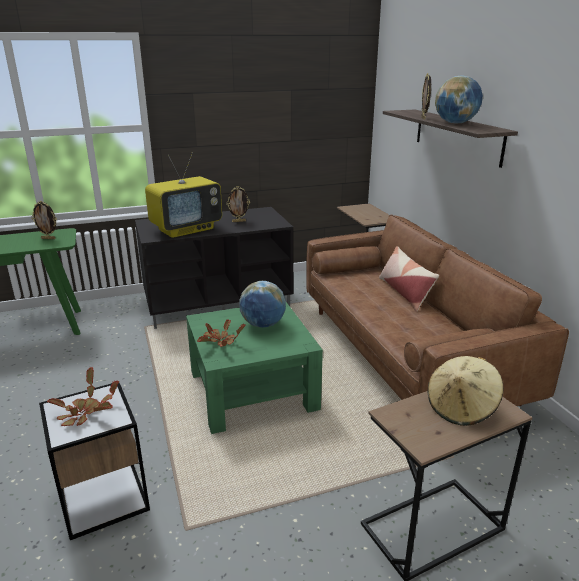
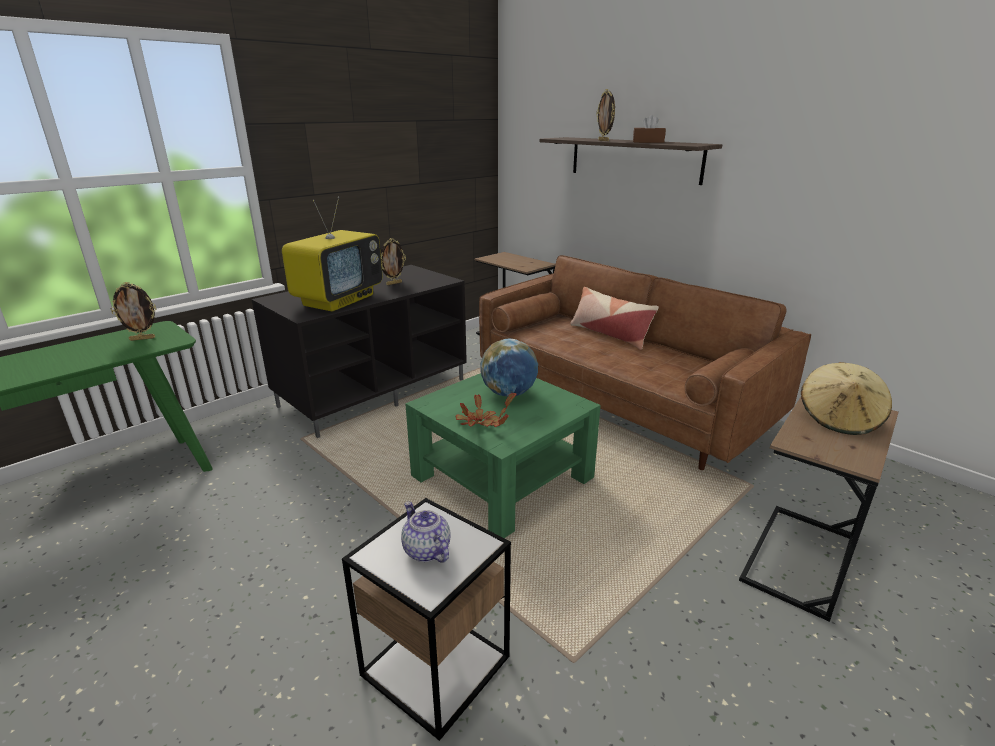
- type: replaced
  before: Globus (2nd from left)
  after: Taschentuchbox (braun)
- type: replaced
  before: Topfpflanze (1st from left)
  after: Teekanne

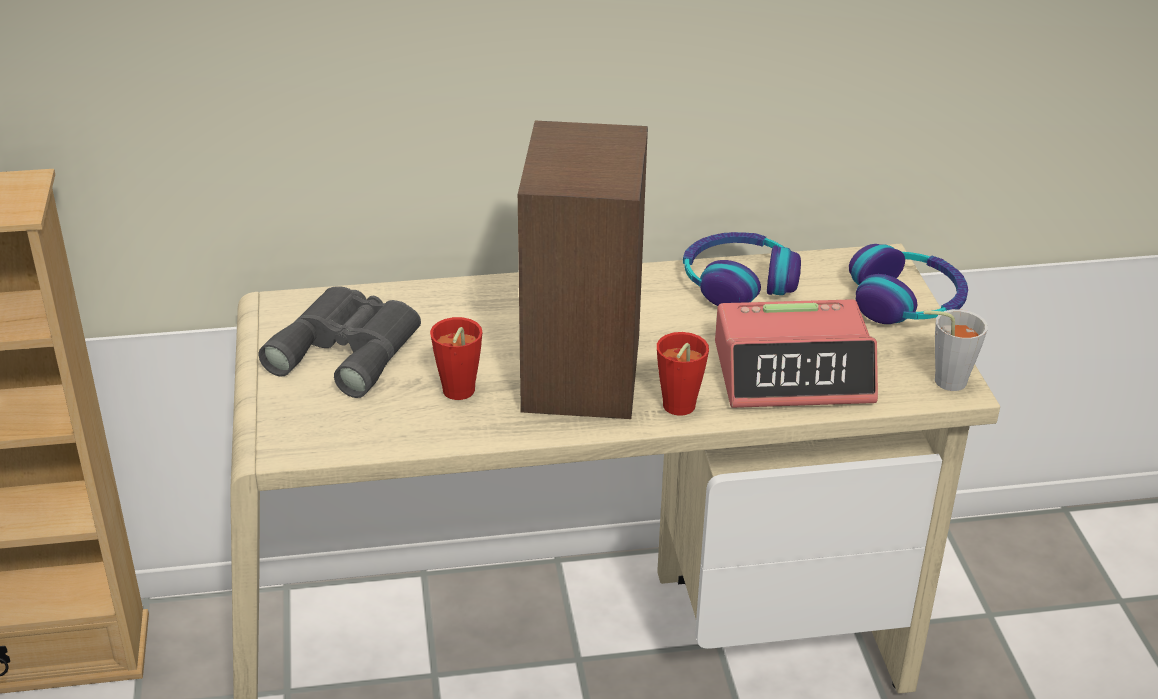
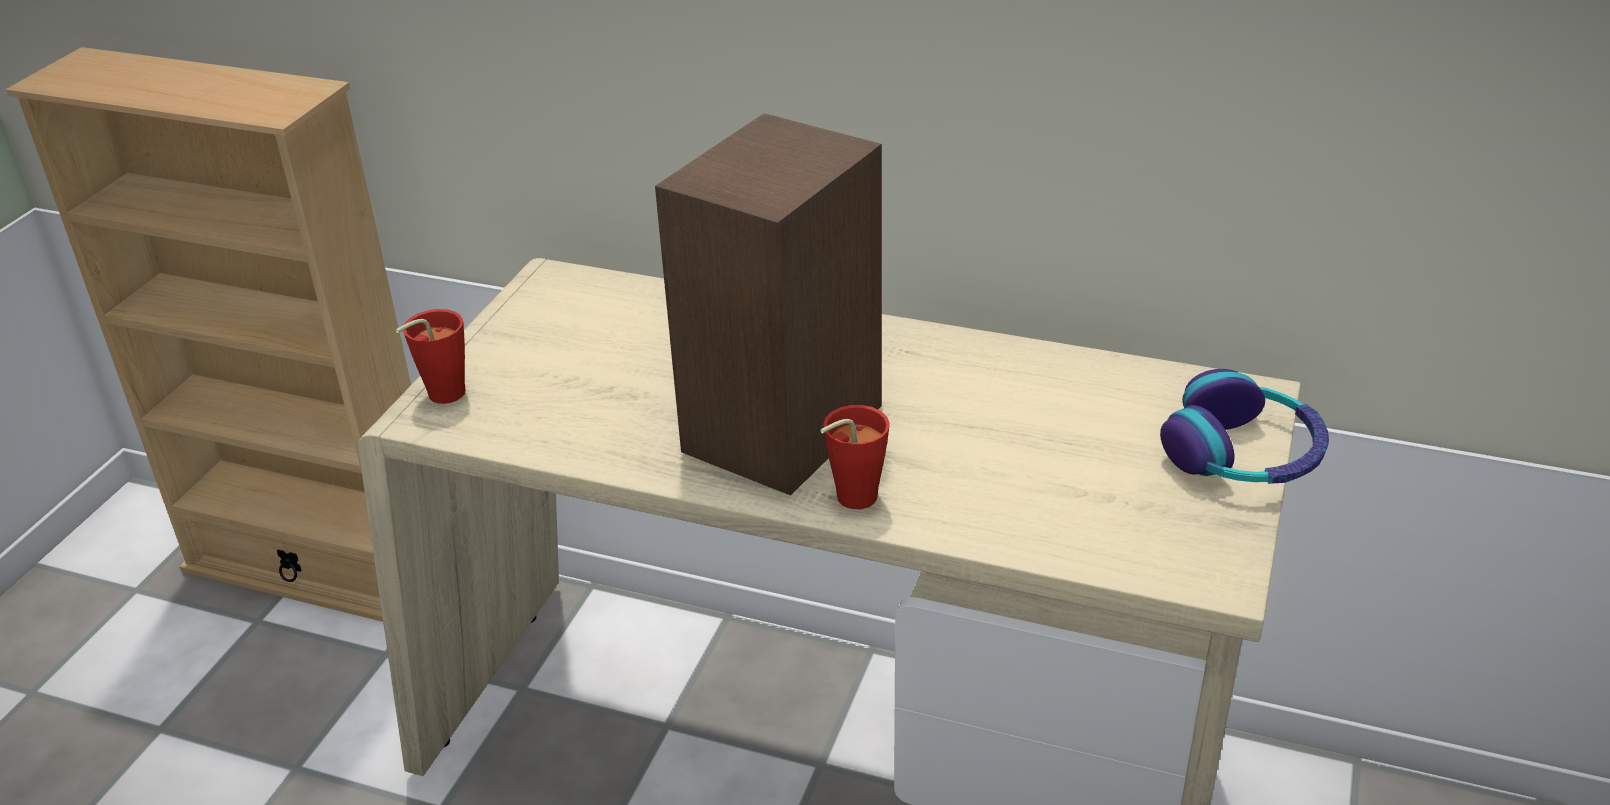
- type: removed
  before: Kopfhörer (1st from left)
- type: removed
  before: Fernglas (grau)
- type: removed
  before: Wecker
- type: removed
  before: Tasse (grau)
- type: moved
  before: Tasse (rot) (1st from left)

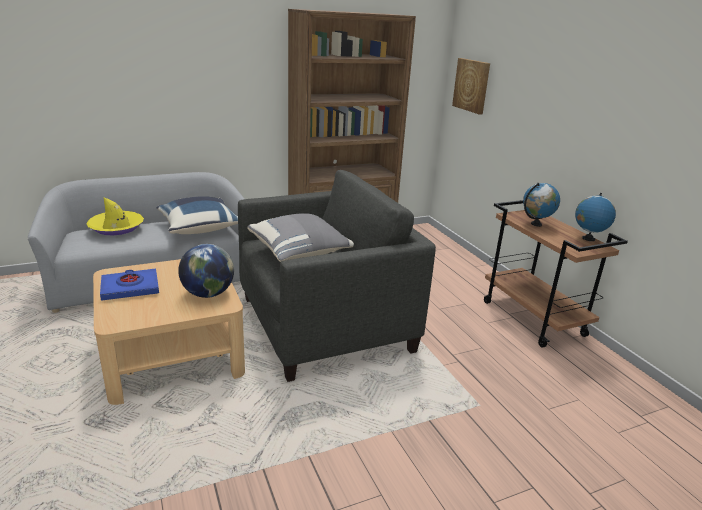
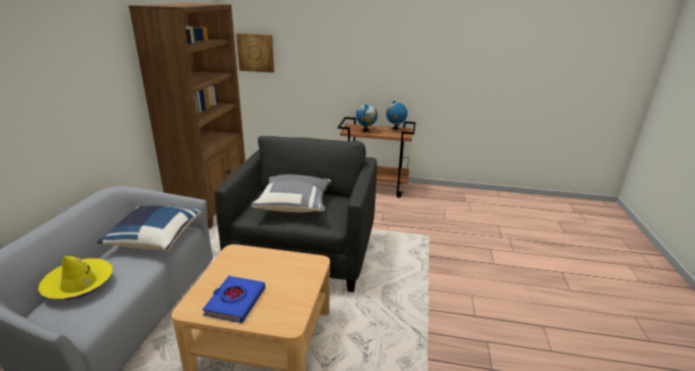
- type: removed
  before: Globus (1st from left)

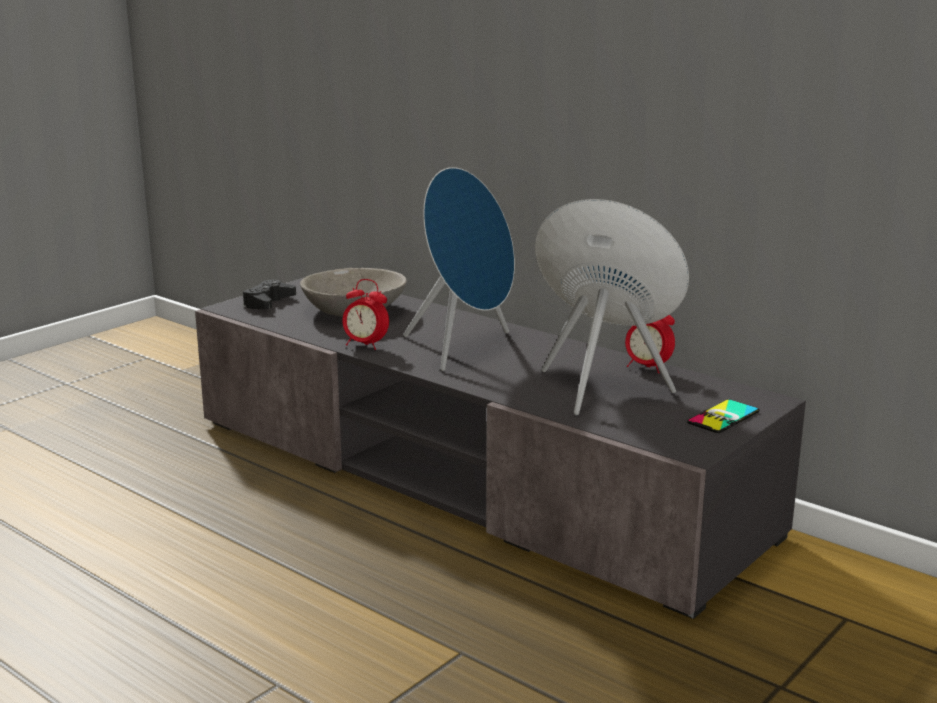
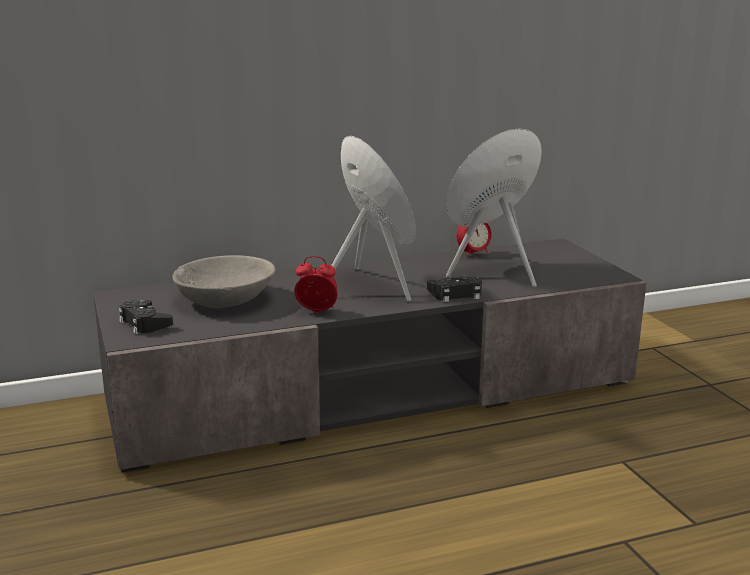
- type: turned
  before: Wecker (1st from left)
  turn: -135
- type: removed
  before: Handy
- type: added
  after: Gamepad (schwarz) (2nd from left)

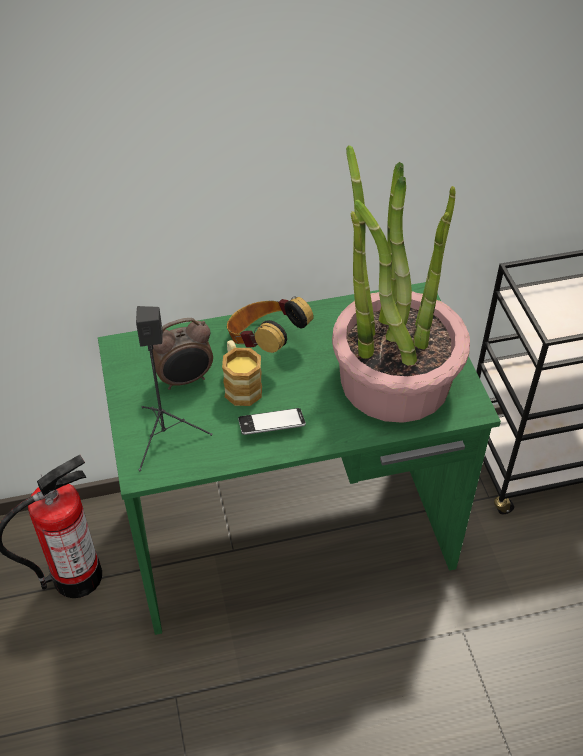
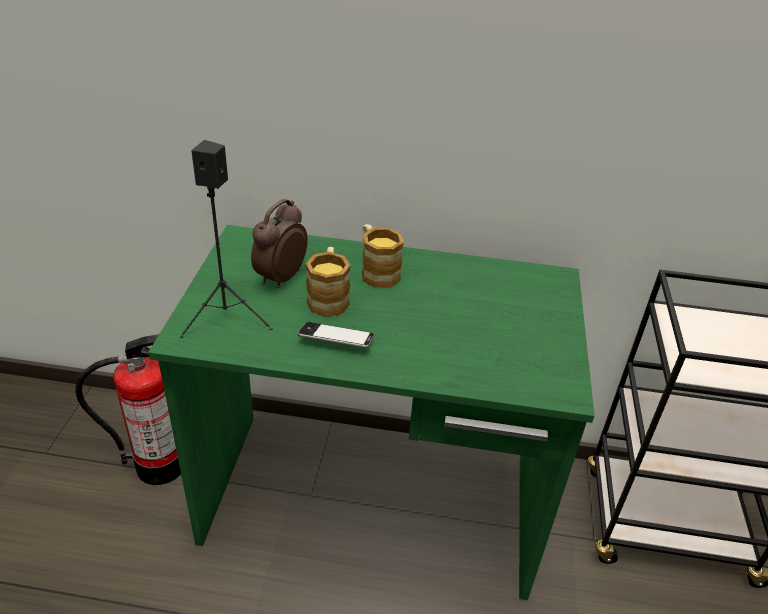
- type: removed
  before: Topfpflanze
- type: replaced
  before: Kopfhörer
  after: Henkelbecher (2nd from left)
- type: turned
  before: Wecker
  turn: 120

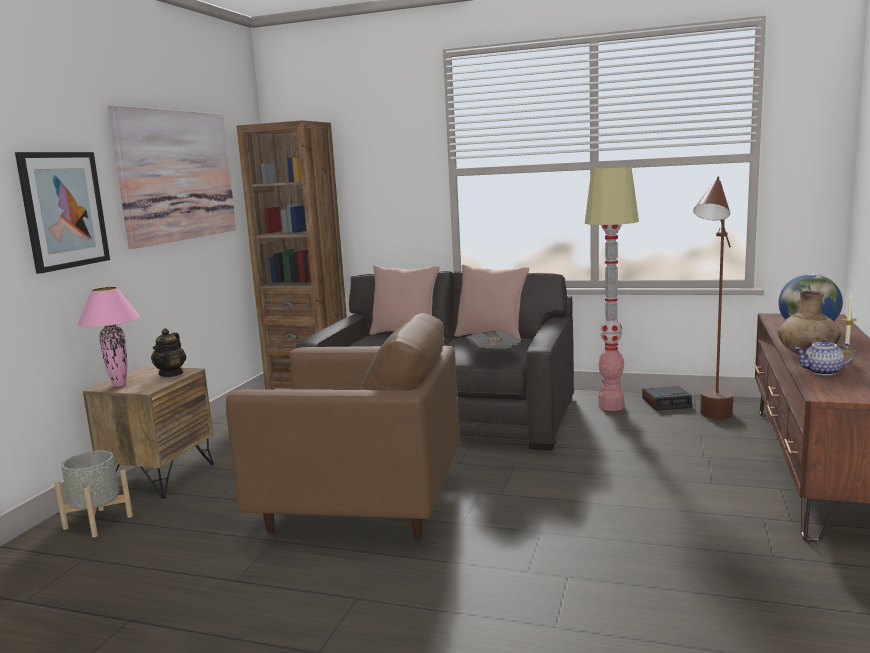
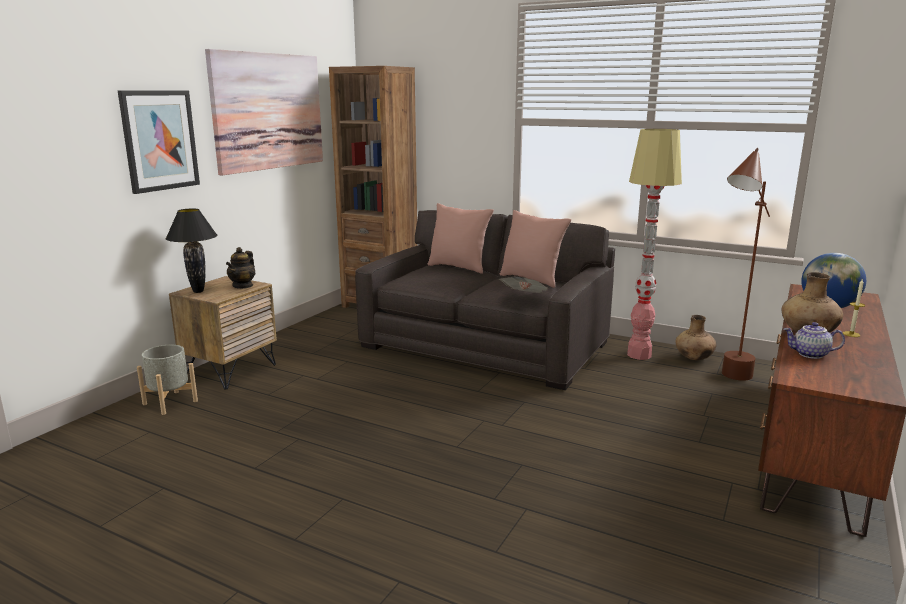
- type: recoloured
  before: Tischlampe (rosa)
  after: Tischlampe (schwarz)
- type: removed
  before: Sessel (braun)
- type: replaced
  before: Wecker
  after: Vase (braun) (1st from left)

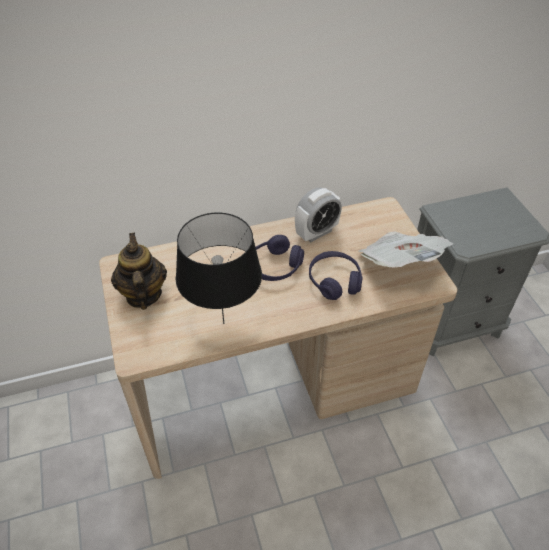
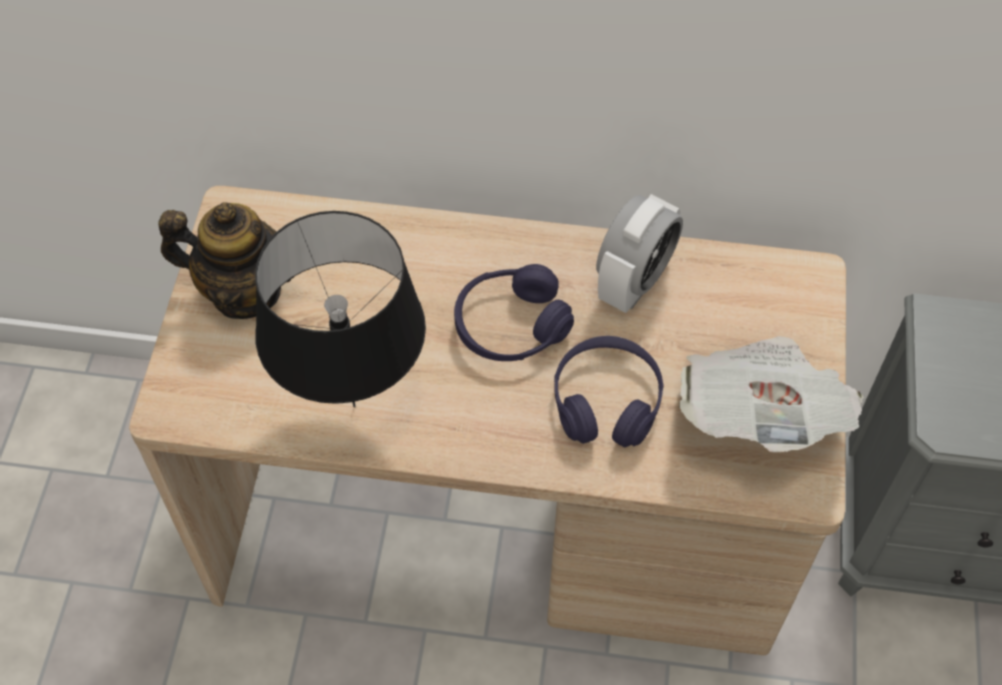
- type: turned
  before: Wecker
  turn: -45
- type: turned
  before: Teekanne
  turn: 90

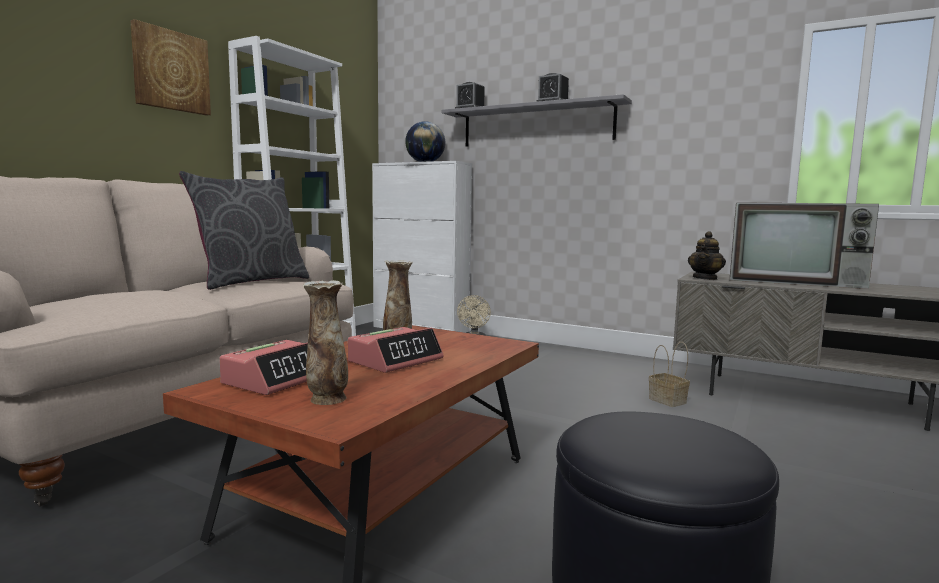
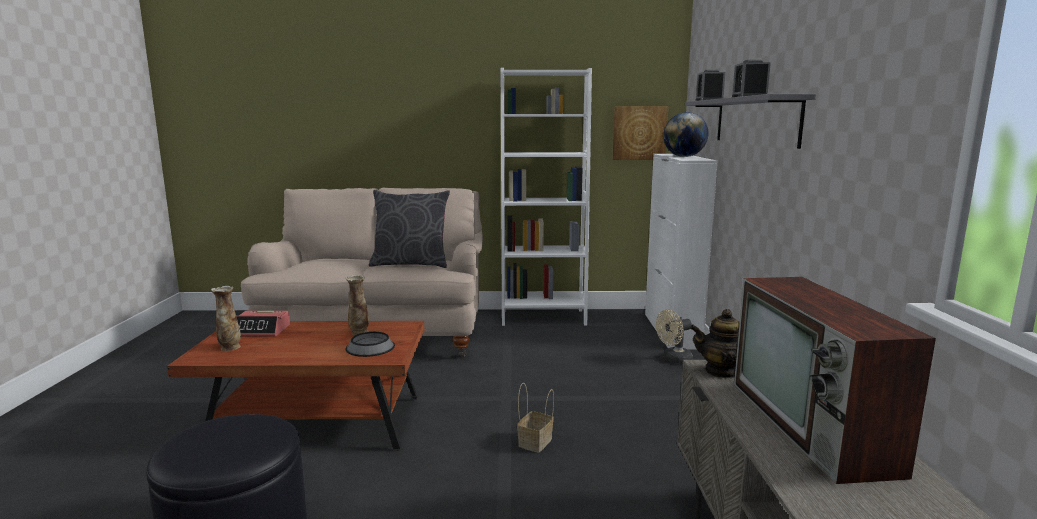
- type: moved
  before: Bild
- type: removed
  before: Wecker (2nd from left)
- type: moved
  before: Korb
- type: added
  after: Schüssel

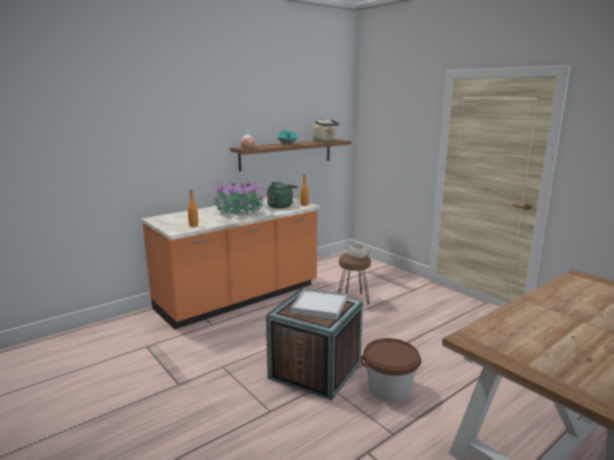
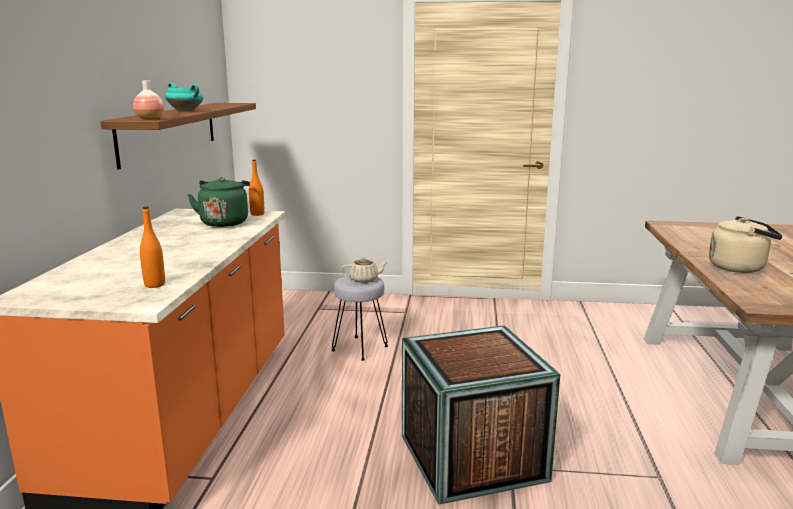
- type: moved
  before: Wasserkessel (beige)
- type: removed
  before: Topfpflanze
- type: recoloured
  before: Hocker (braun)
  after: Hocker (grau)
- type: removed
  before: Tablett (weiß)
- type: removed
  before: Eimer (braun)

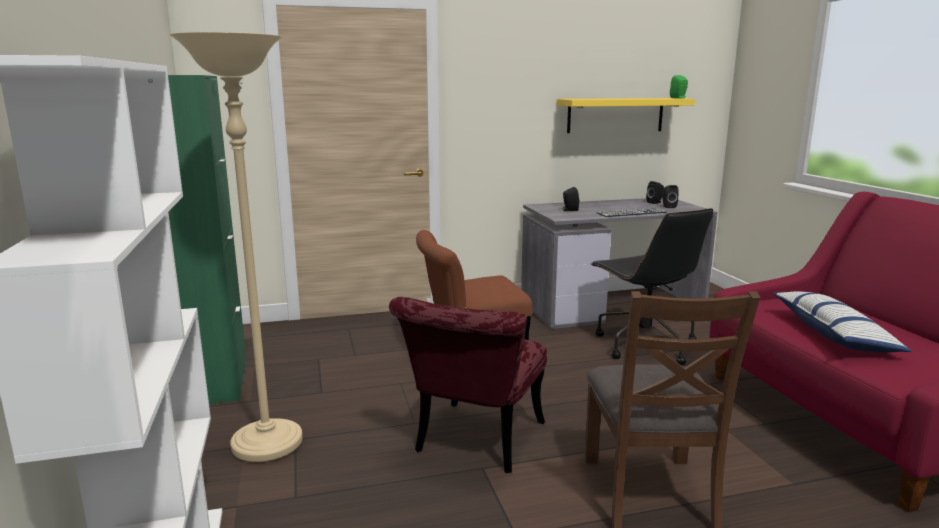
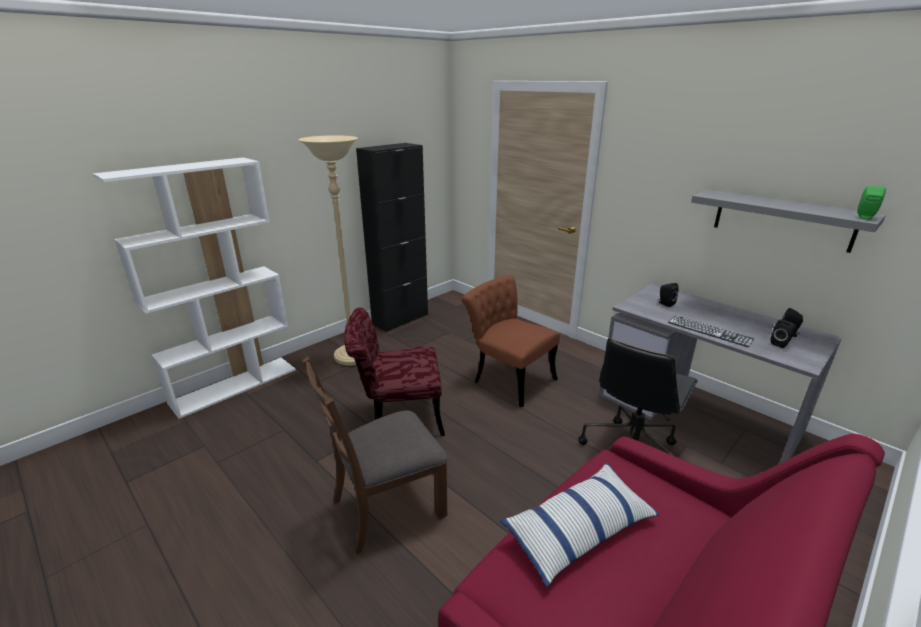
- type: recoloured
  before: Schrank (grün)
  after: Schrank (schwarz)
- type: recoloured
  before: Wandregal (gelb)
  after: Wandregal (grau)

